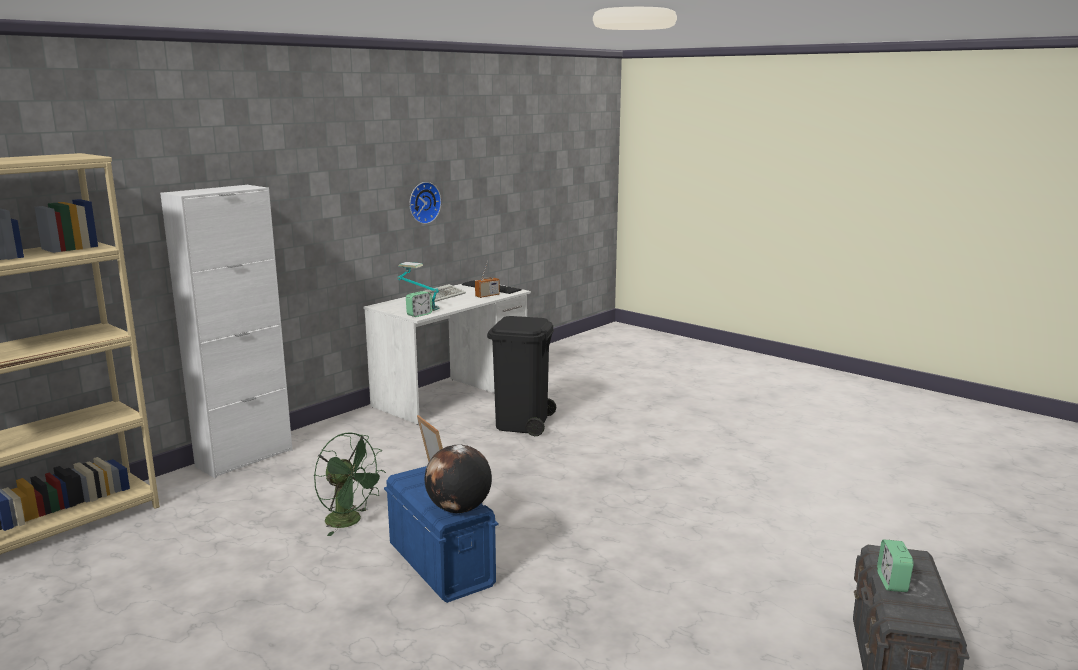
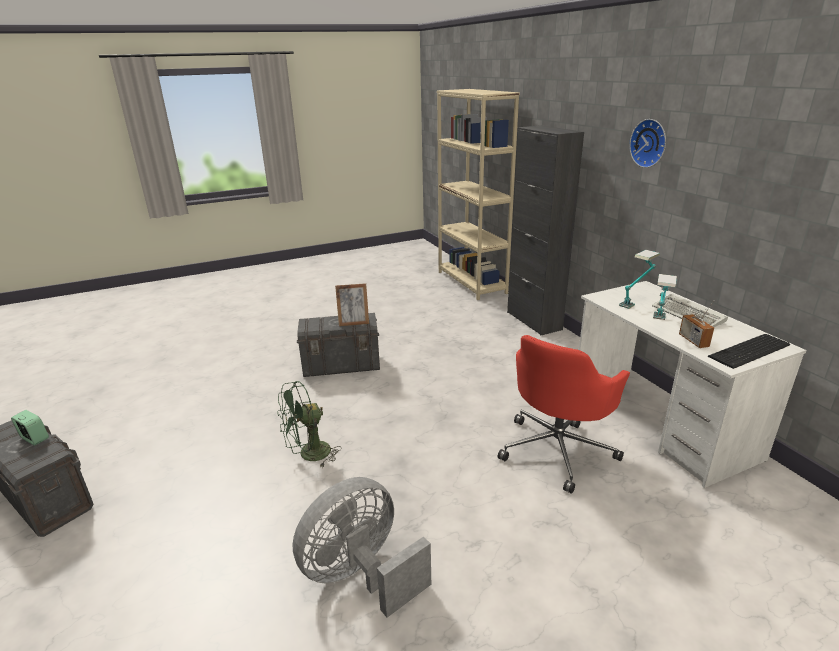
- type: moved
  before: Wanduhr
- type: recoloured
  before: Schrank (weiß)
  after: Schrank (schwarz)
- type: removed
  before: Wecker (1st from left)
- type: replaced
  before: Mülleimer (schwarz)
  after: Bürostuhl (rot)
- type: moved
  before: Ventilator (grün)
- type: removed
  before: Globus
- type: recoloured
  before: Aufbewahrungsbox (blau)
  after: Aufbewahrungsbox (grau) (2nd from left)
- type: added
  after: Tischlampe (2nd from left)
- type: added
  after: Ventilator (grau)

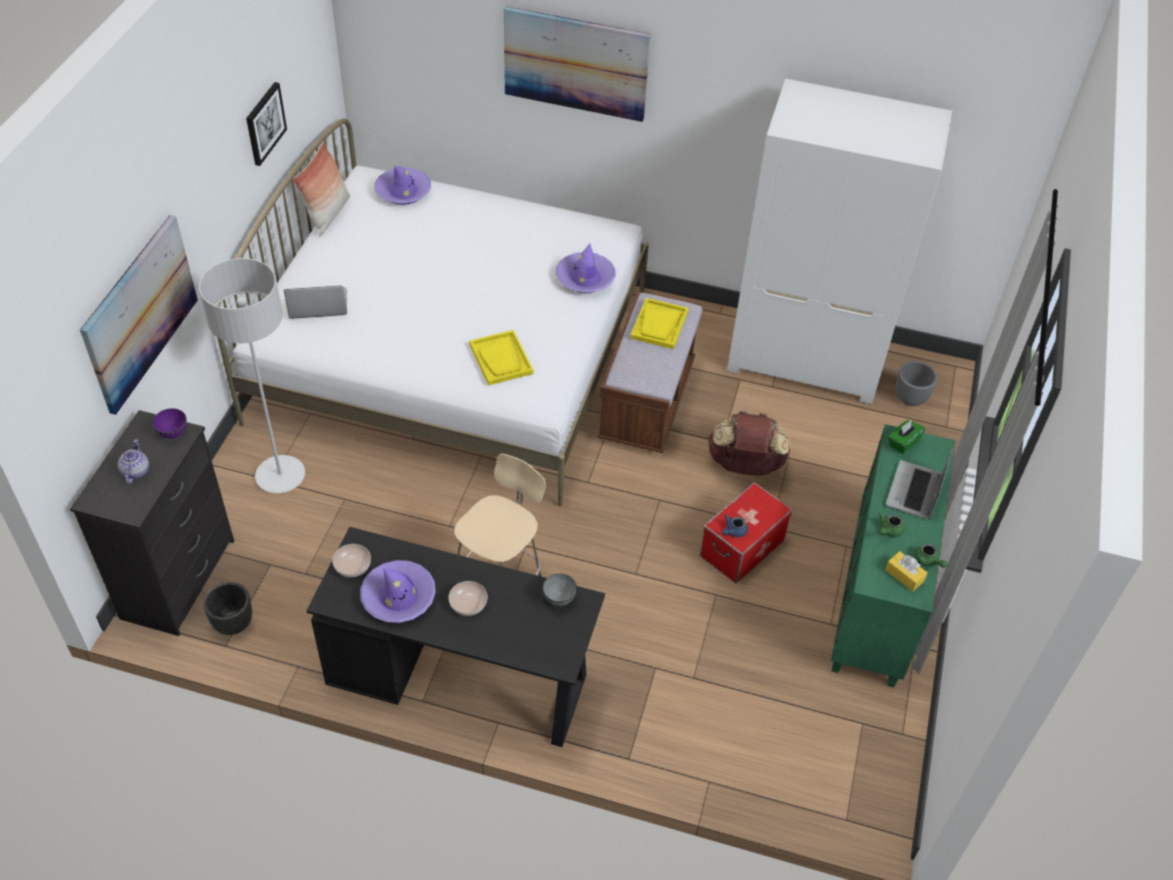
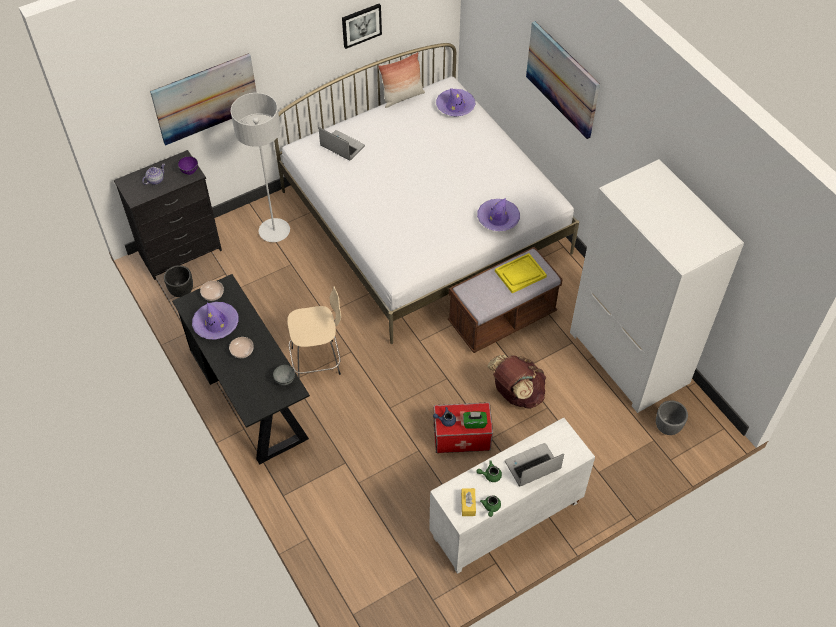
- type: removed
  before: Tablett (gelb) (1st from left)
- type: moved
  before: Taschentuchbox (grün)
- type: recoloured
  before: Schrank (grün)
  after: Schrank (weiß)

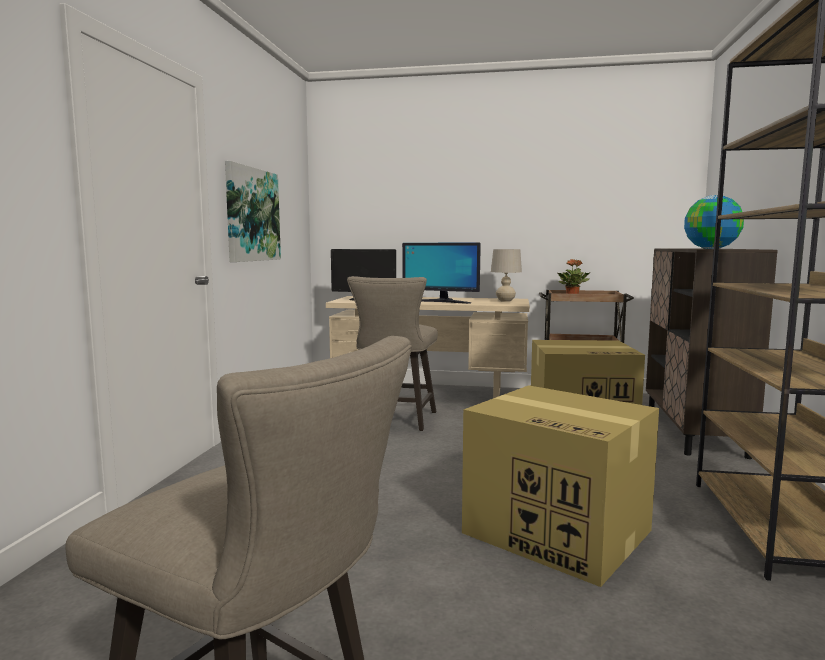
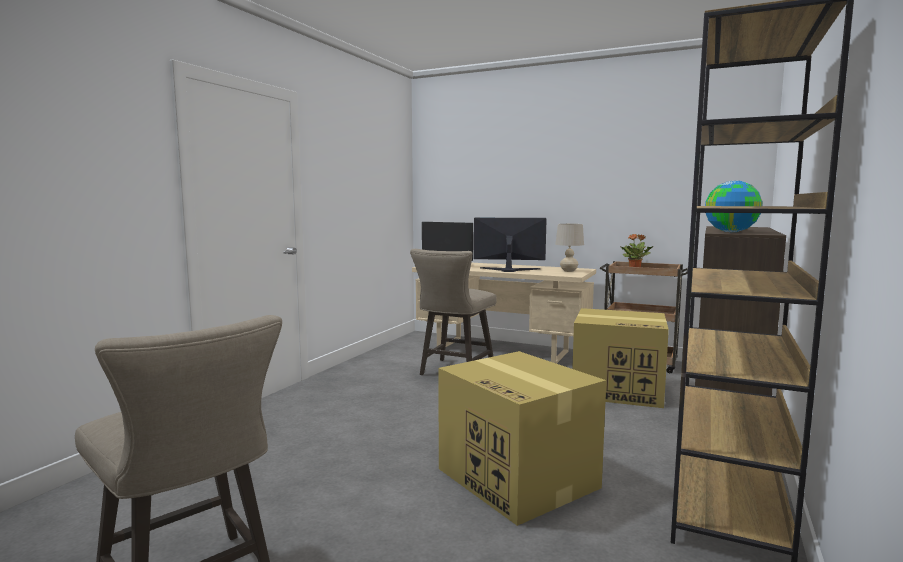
- type: removed
  before: Bild
- type: turned
  before: Monitor (2nd from left)
  turn: 150

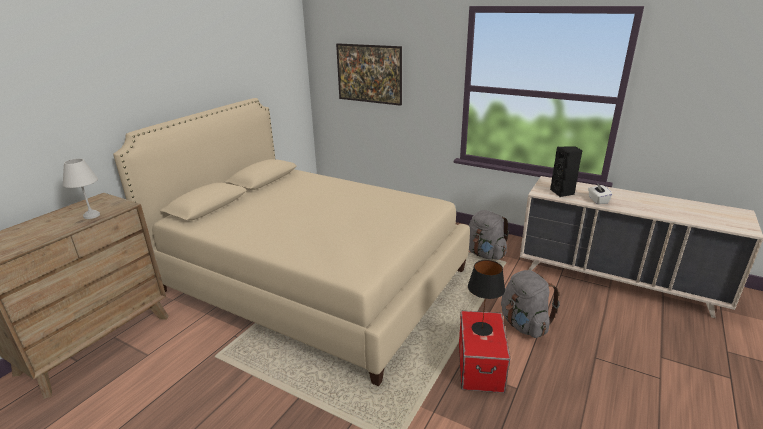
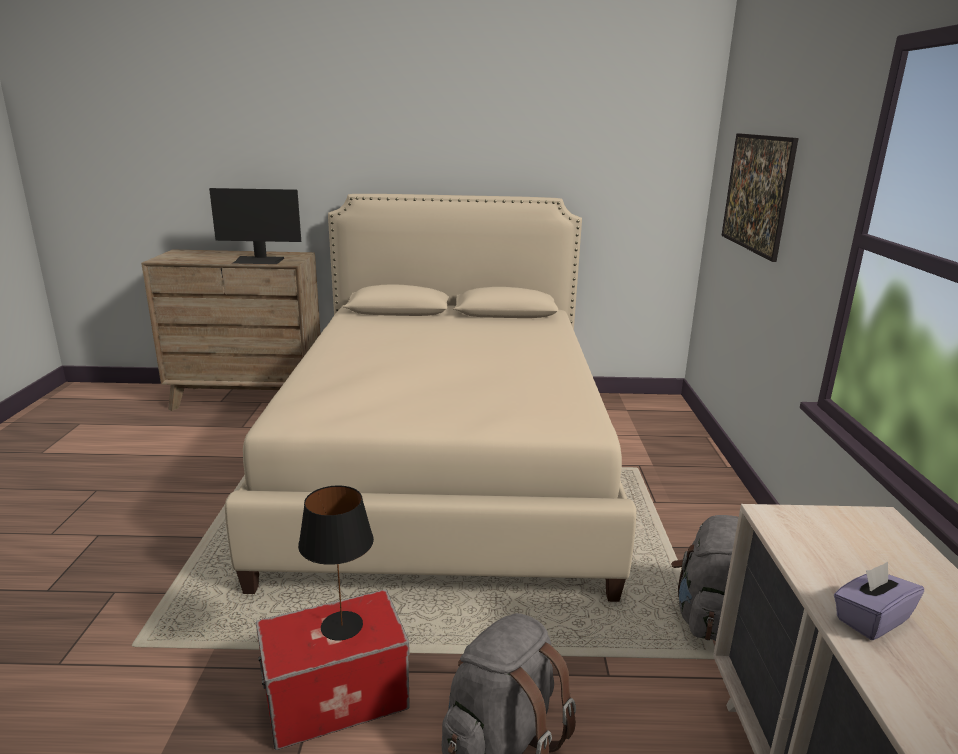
- type: removed
  before: Lautsprecher (schwarz)
- type: replaced
  before: Tischlampe (weiß)
  after: Monitor
- type: recoloured
  before: Taschentuchbox (weiß)
  after: Taschentuchbox (lila)

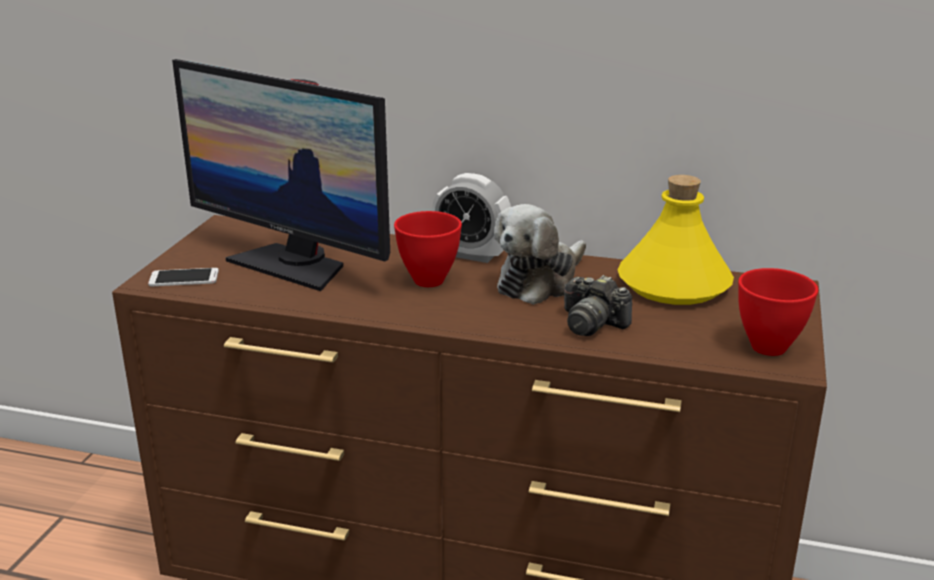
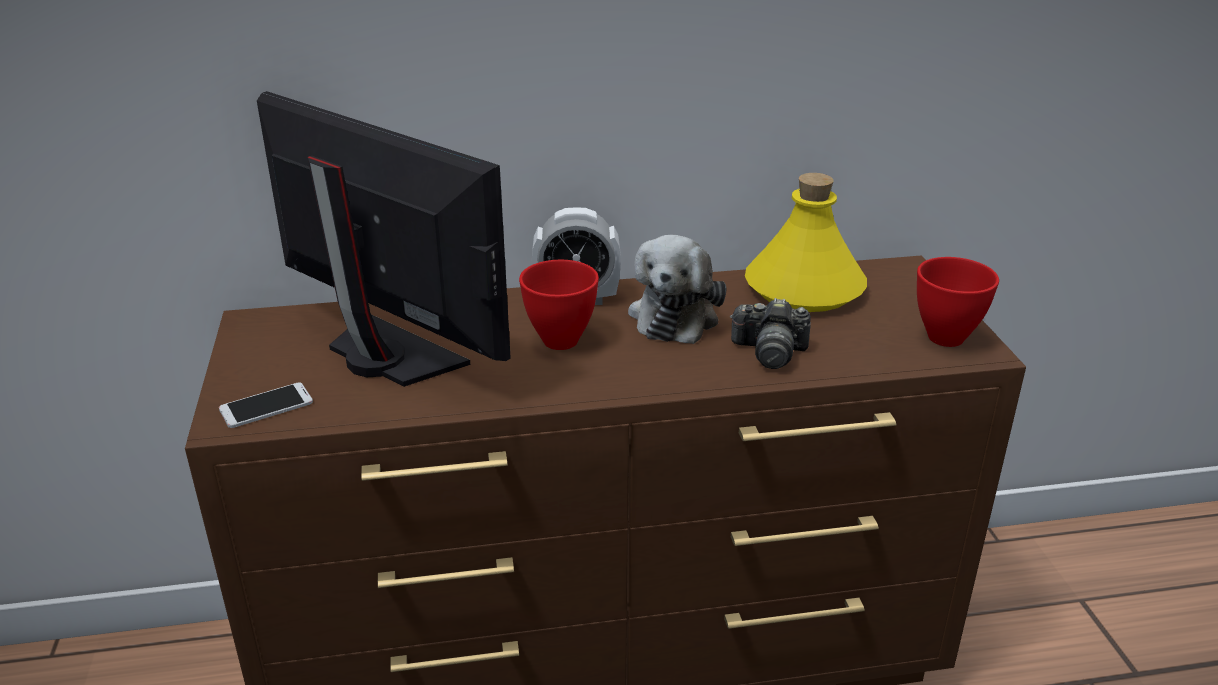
- type: turned
  before: Monitor
  turn: -150

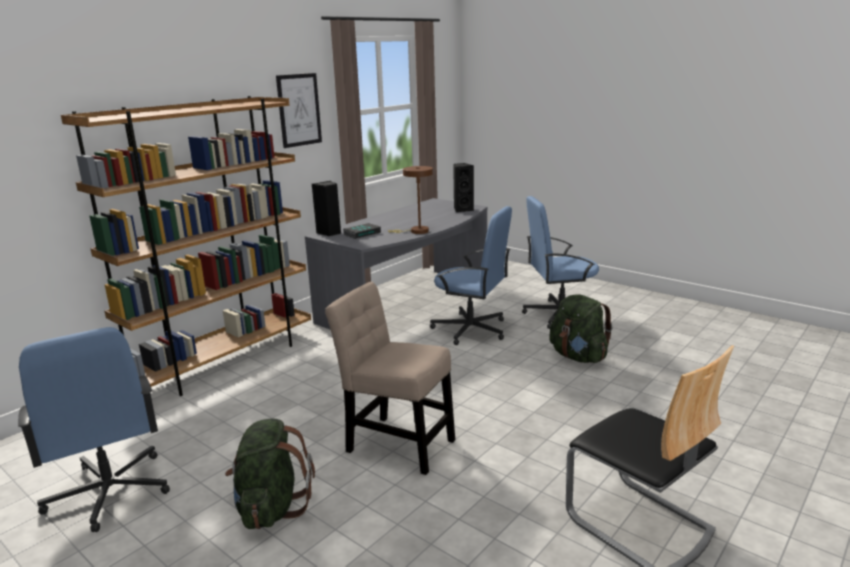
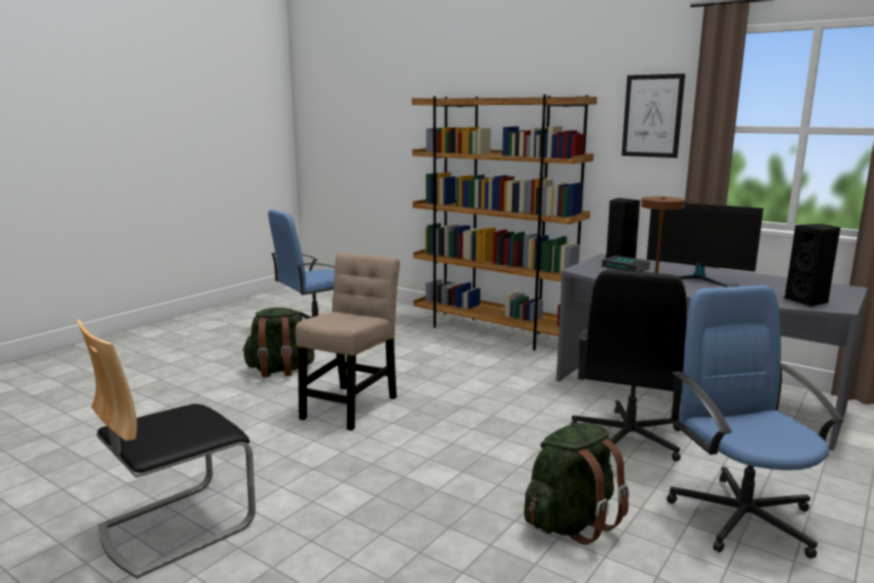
- type: recoloured
  before: Bürostuhl (blau) (2nd from left)
  after: Bürostuhl (schwarz)
- type: added
  after: Monitor

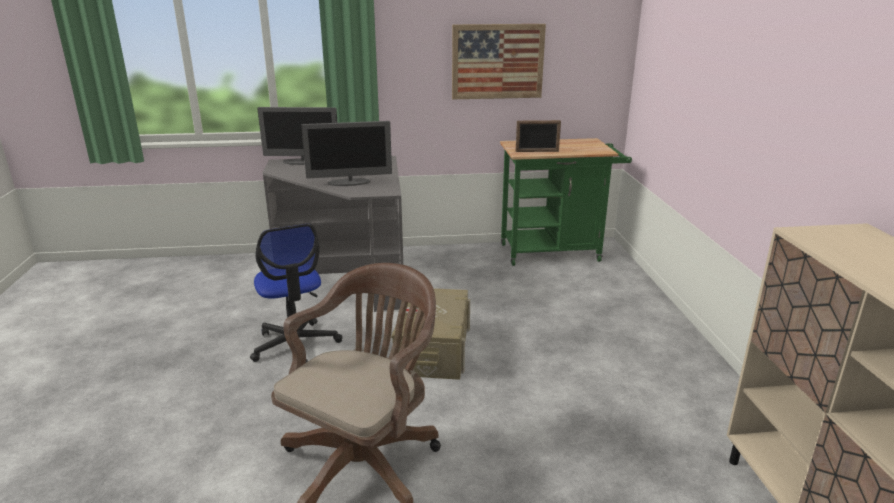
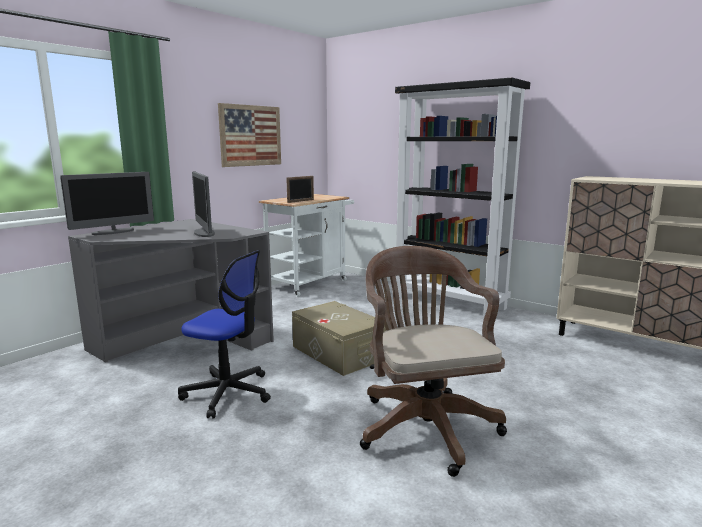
- type: turned
  before: Monitor (2nd from left)
  turn: 120
- type: recoloured
  before: Rollwagen (grün)
  after: Rollwagen (weiß)
- type: added
  after: Bücherregal (schwarz)

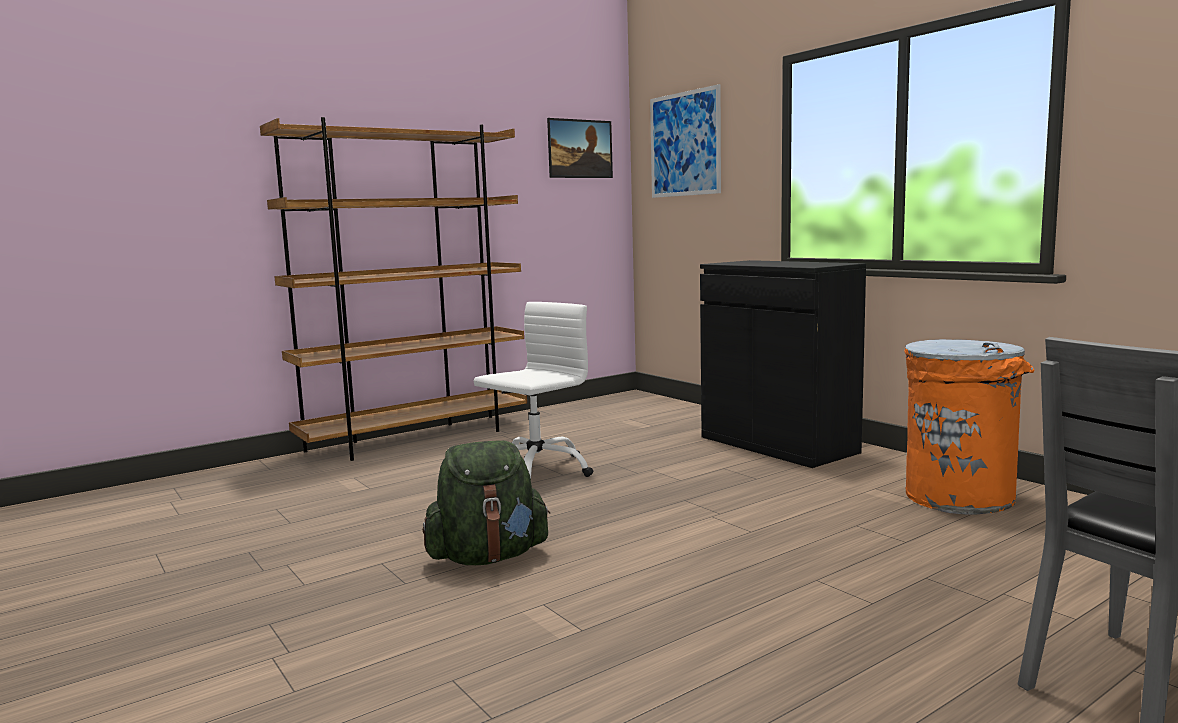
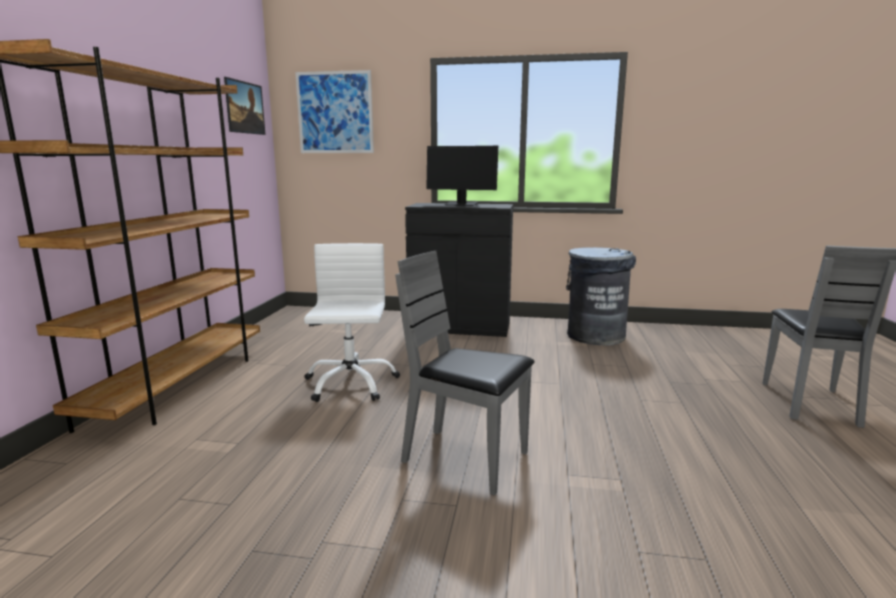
- type: recoloured
  before: Mülleimer (orange)
  after: Mülleimer (grau)
- type: replaced
  before: Rucksack (grün)
  after: Stuhl (grau) (1st from left)
- type: added
  after: Monitor

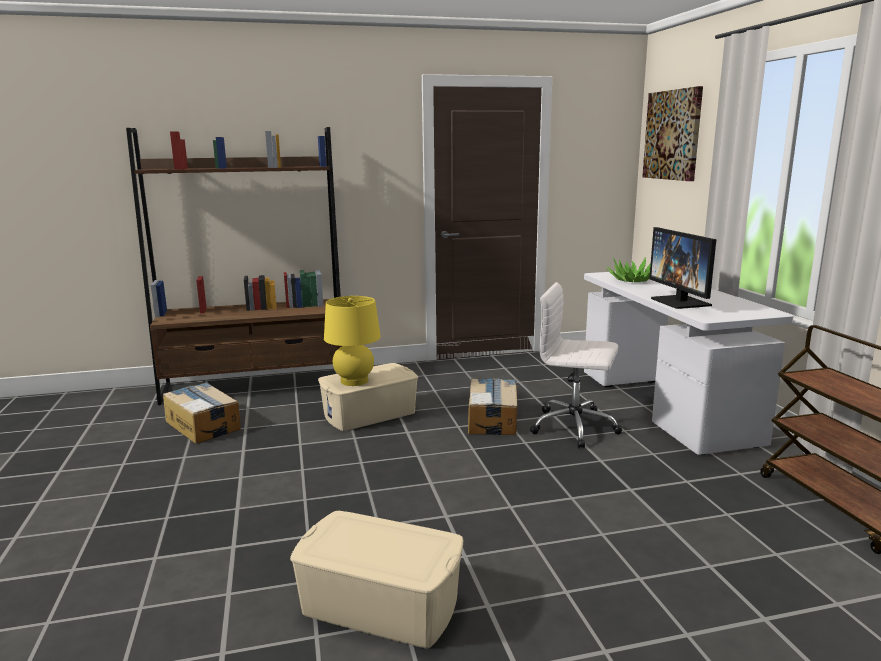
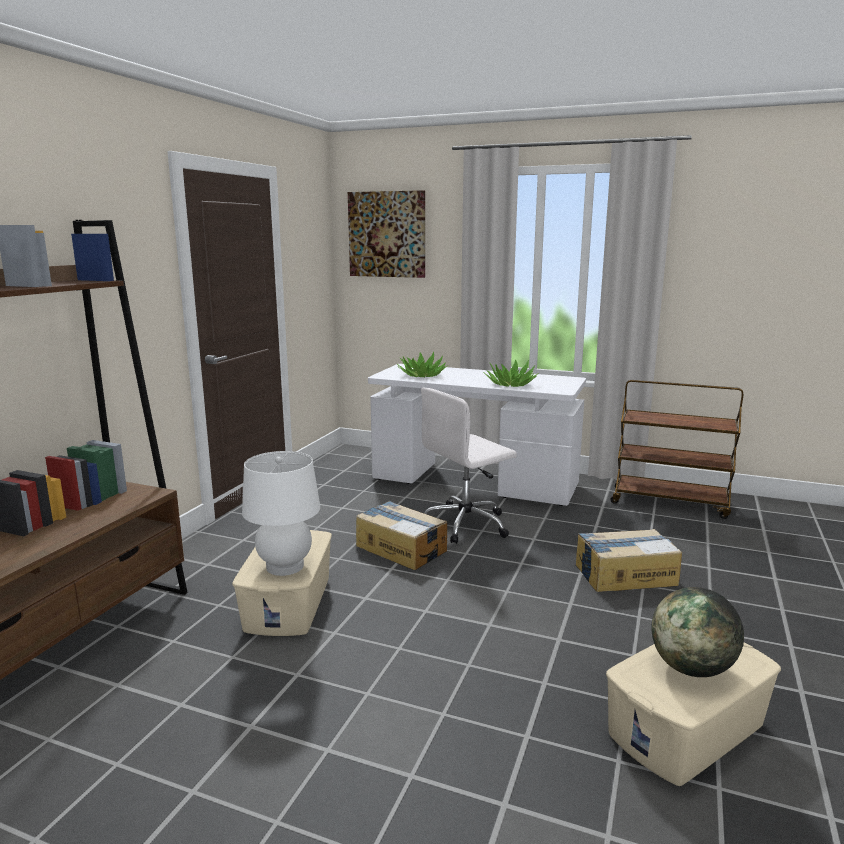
- type: replaced
  before: Monitor
  after: Topfpflanze (2nd from left)
- type: recoloured
  before: Tischlampe (gelb)
  after: Tischlampe (weiß)
- type: moved
  before: Karton (1st from left in the first image)
  after: Karton (2nd from left)
- type: added
  after: Globus

